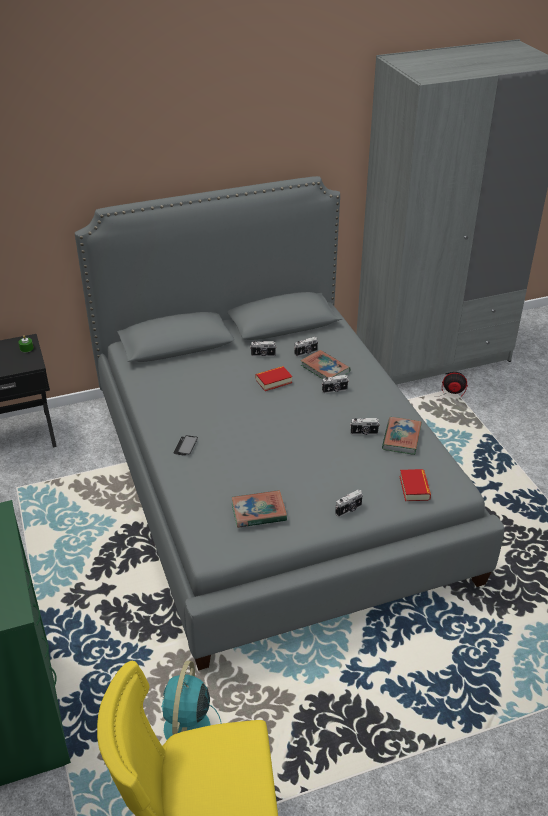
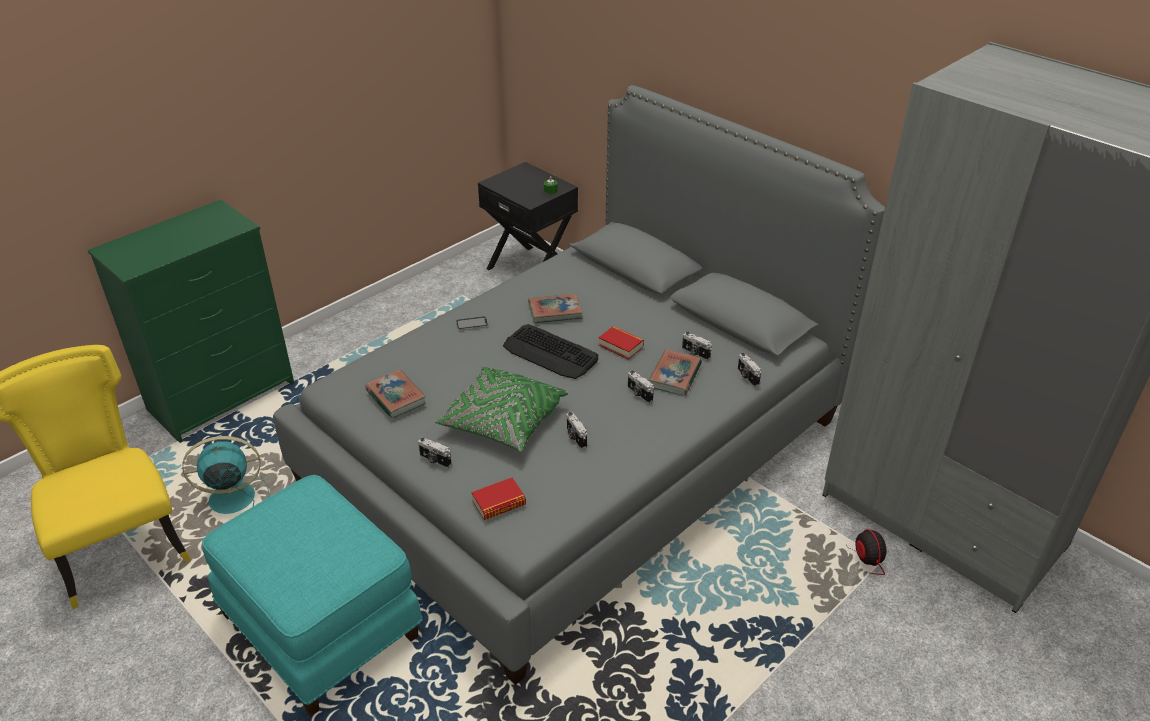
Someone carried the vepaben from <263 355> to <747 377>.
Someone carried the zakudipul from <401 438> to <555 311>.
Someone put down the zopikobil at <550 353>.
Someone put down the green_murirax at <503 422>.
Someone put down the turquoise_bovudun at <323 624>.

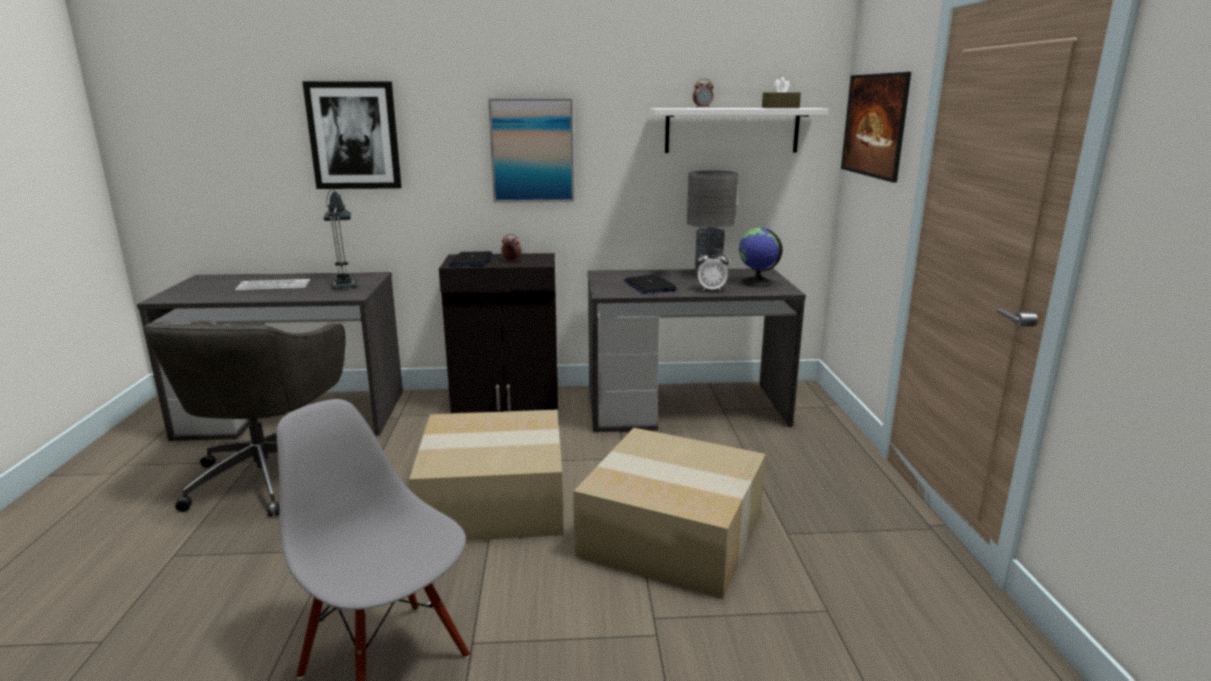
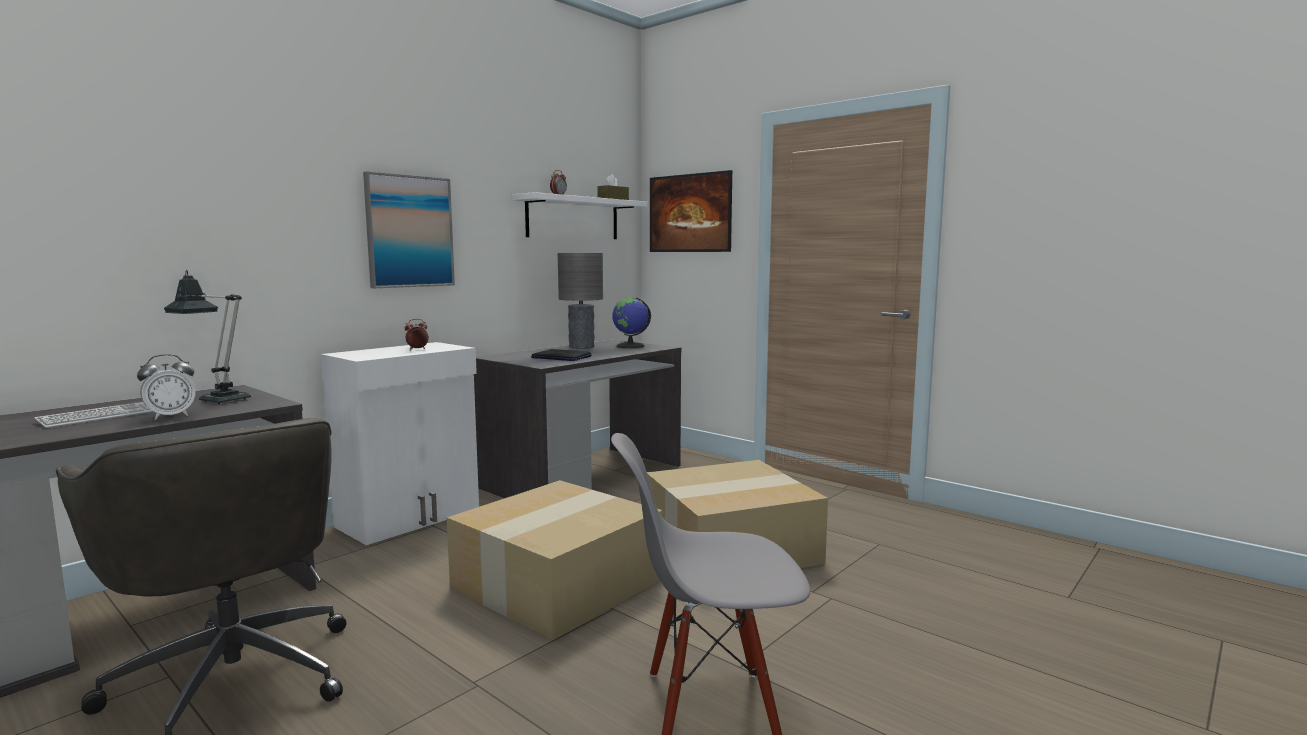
Someone took away the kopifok at <354 136>.
Someone carried the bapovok from <711 290> to <170 416>.
Someone took away the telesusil at <471 261>.
Someone repainted the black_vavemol at <507 400>, which became the white_vavemol at <411 518>.

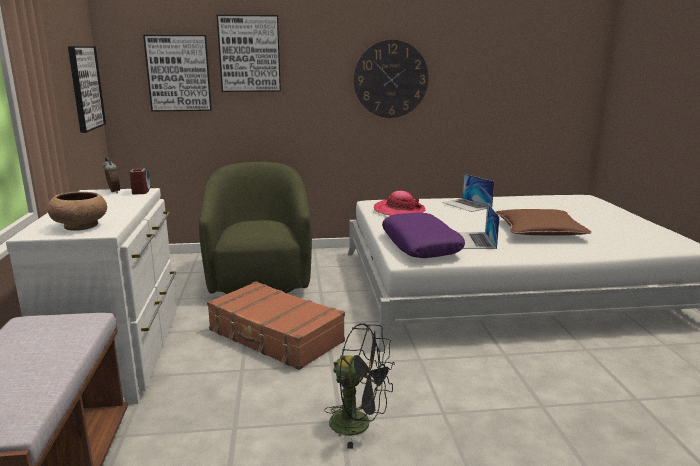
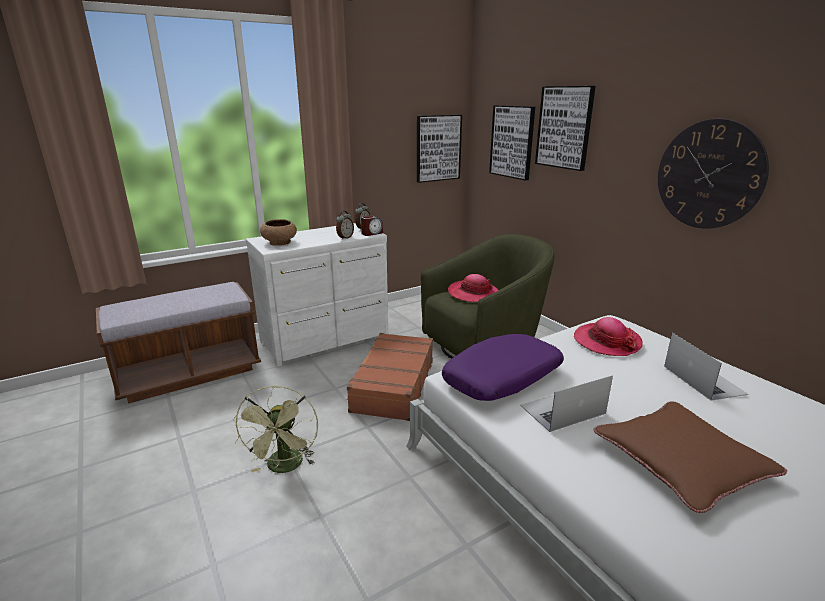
Someone rotated the telesusil at <467 205> by 135 degrees clockwise.
Someone repainted the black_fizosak at <359 425>, which became the green_fizosak at <285 467>.
Someone put down the bapovok at <345 238>.
Someone put down the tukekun at <473 293>.

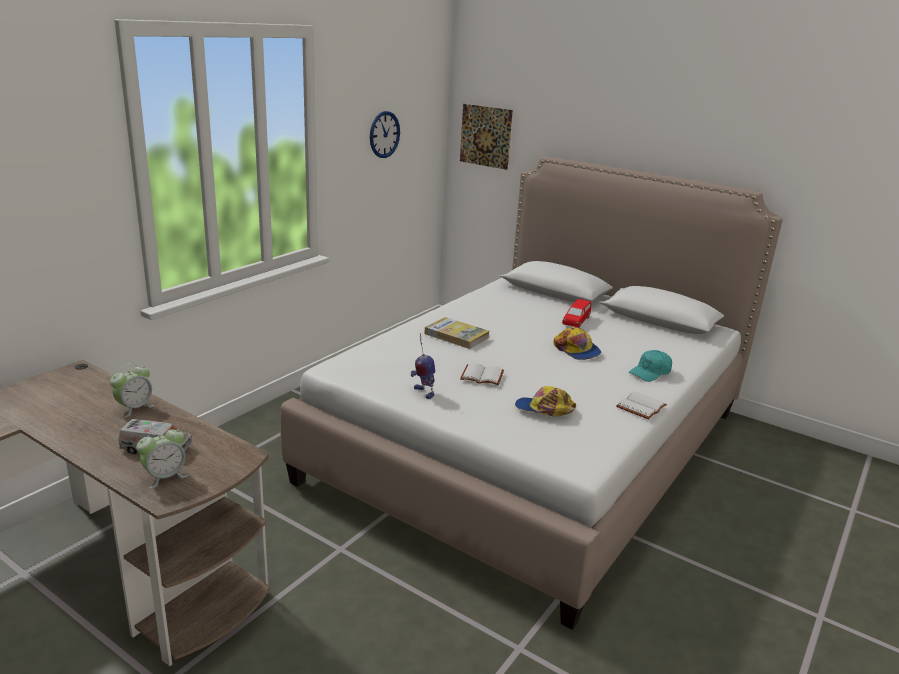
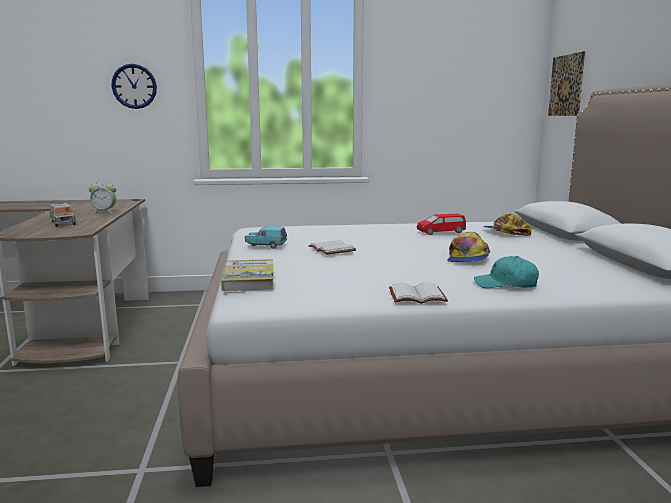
Someone carried the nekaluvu from <384 134> to <134 86>.
Someone carried the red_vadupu from <576 321> to <441 232>.
Someone carried the zakudipul from <456 335> to <249 279>.
Someone swapped the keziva at <423 392> for the turquoise_vadupu at <266 246>.
Someone carried the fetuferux from <543 410> to <505 233>.
Someone took away the bapovok at <165 477>.

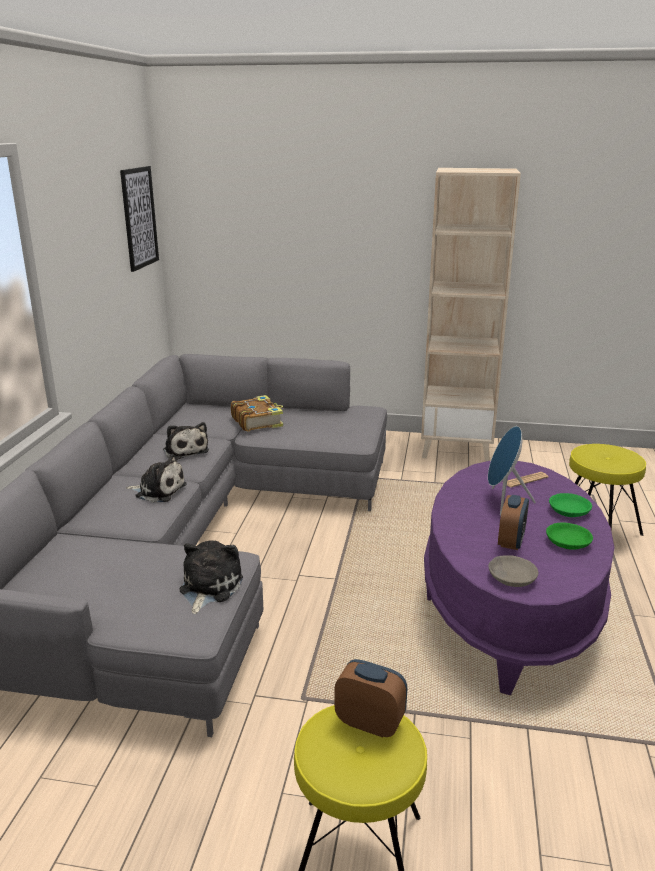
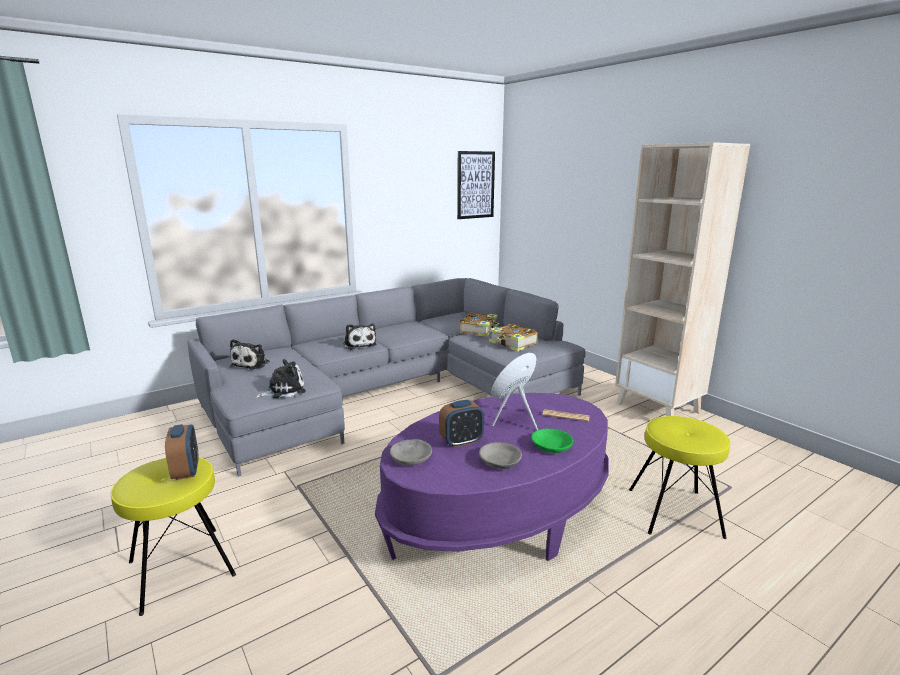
Someone carried the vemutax from <185 450> to <252 364>.
Someone repainted the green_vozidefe at <568 543>, which became the grey_vozidefe at <500 462>.
Someone put down the zakudipul at <513 344>.

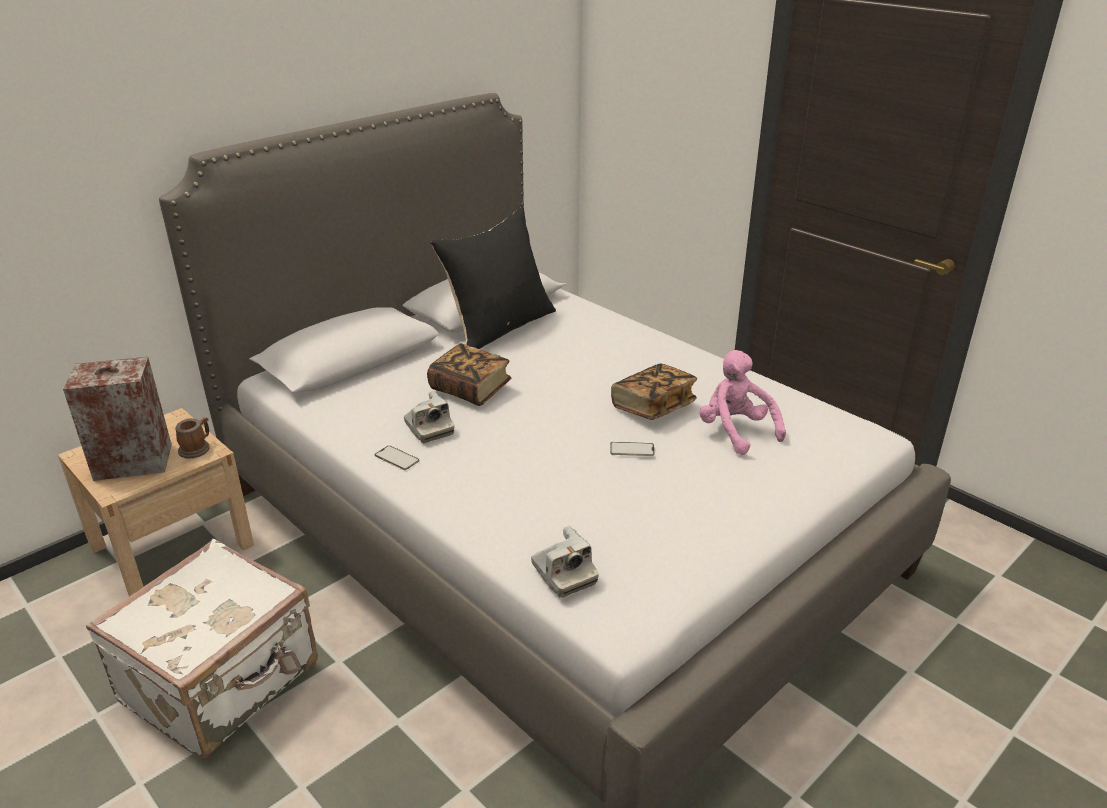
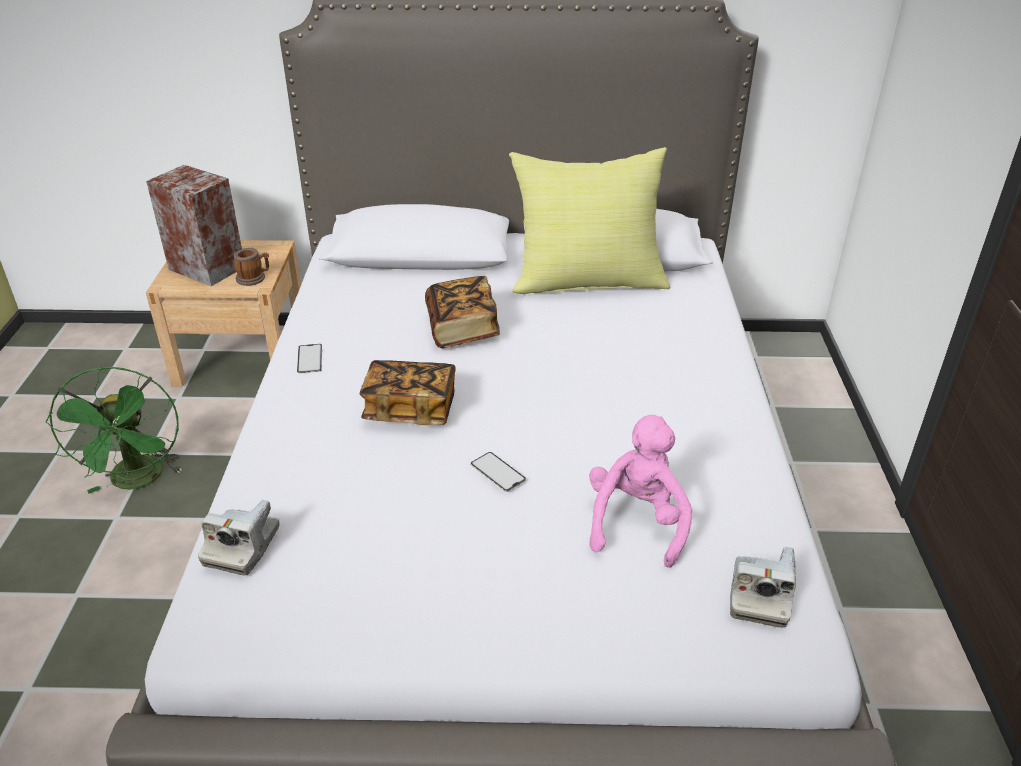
Someone repainted the black_murirax at <499 327>, which became the yellow_murirax at <588 281>.
Someone carried the zakudipul from <653 406> to <410 409>.
Someone carried the vepaben from <429 428> to <759 596>.
Someone swapped the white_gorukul at <223 683> for the green_fizosak at <138 481>.

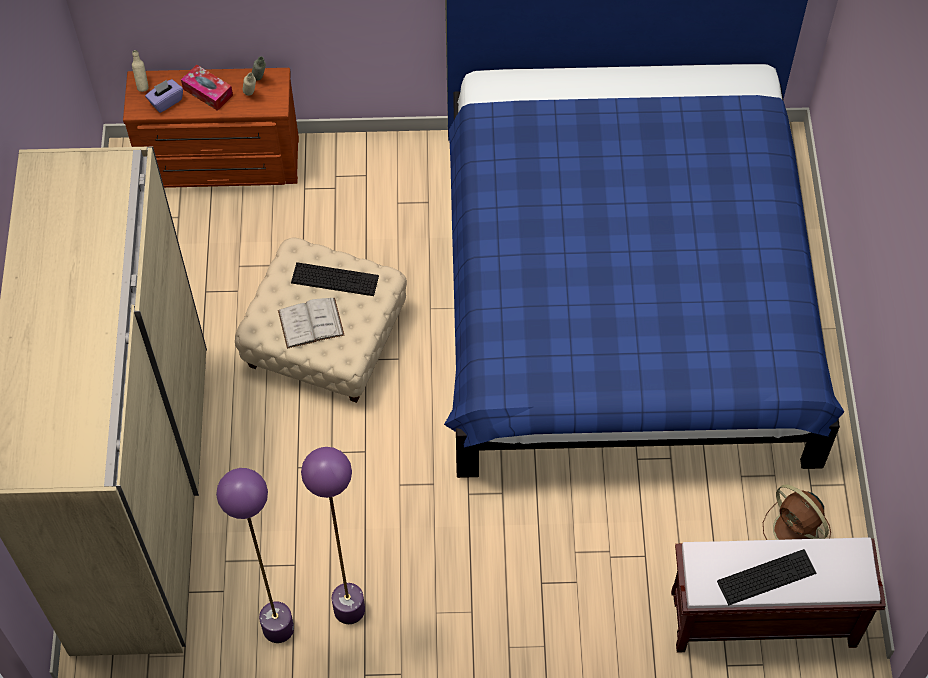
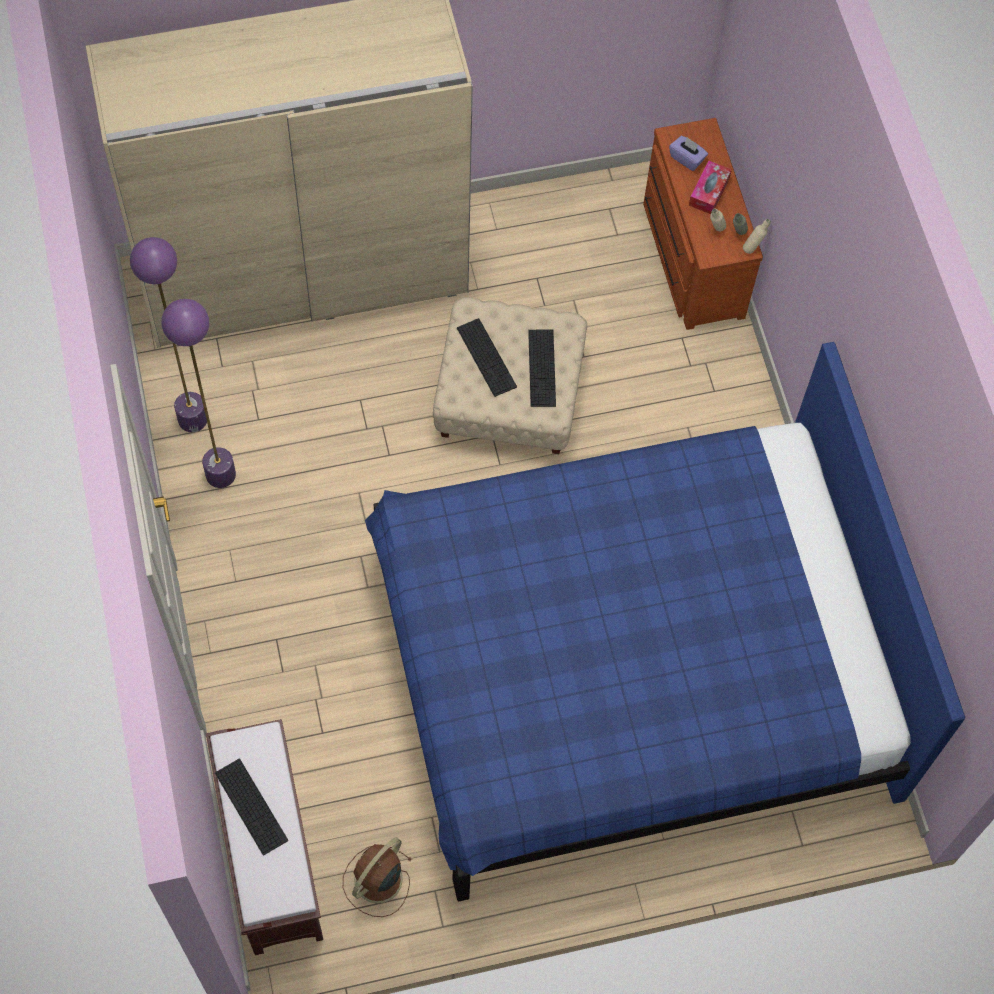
Someone carried the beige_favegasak from <142 85> to <753 248>.
Someone swapped the white_zakudipul at <311 323> for the zopikobil at <486 357>.

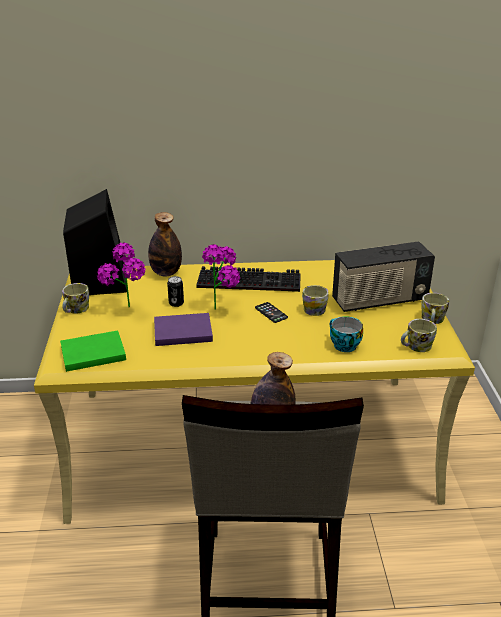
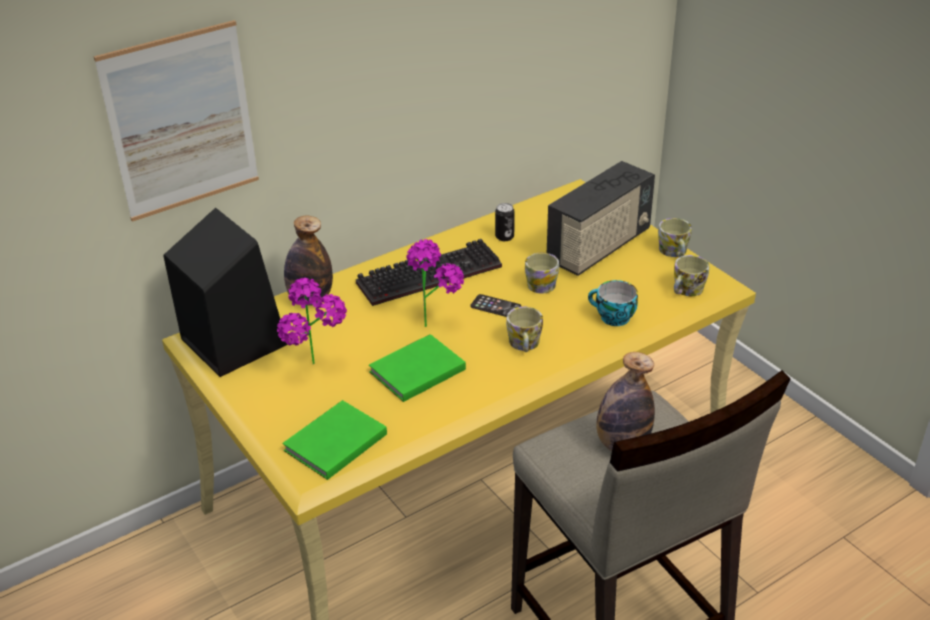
Someone carried the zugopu from <176 303> to <504 237>.
Someone carried the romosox from <75 310> to <524 345>.
Someone repainted the purple_zakudipul at <181 331>, which became the green_zakudipul at <414 371>.
Someone put up the kopifok at <181 122>.

